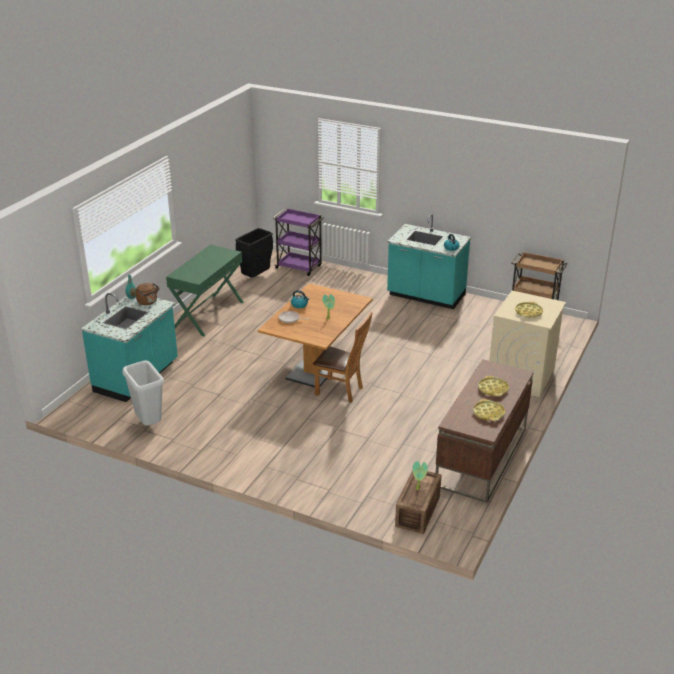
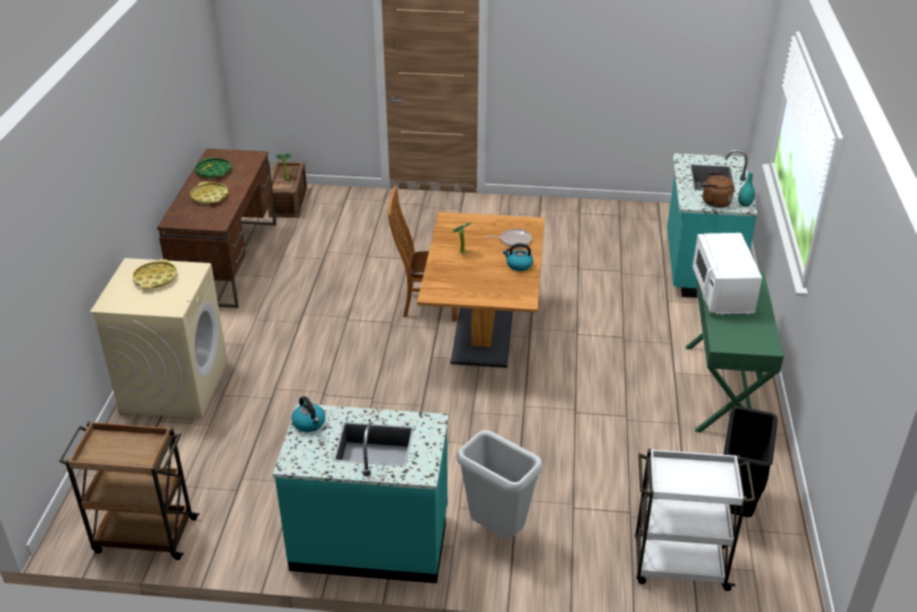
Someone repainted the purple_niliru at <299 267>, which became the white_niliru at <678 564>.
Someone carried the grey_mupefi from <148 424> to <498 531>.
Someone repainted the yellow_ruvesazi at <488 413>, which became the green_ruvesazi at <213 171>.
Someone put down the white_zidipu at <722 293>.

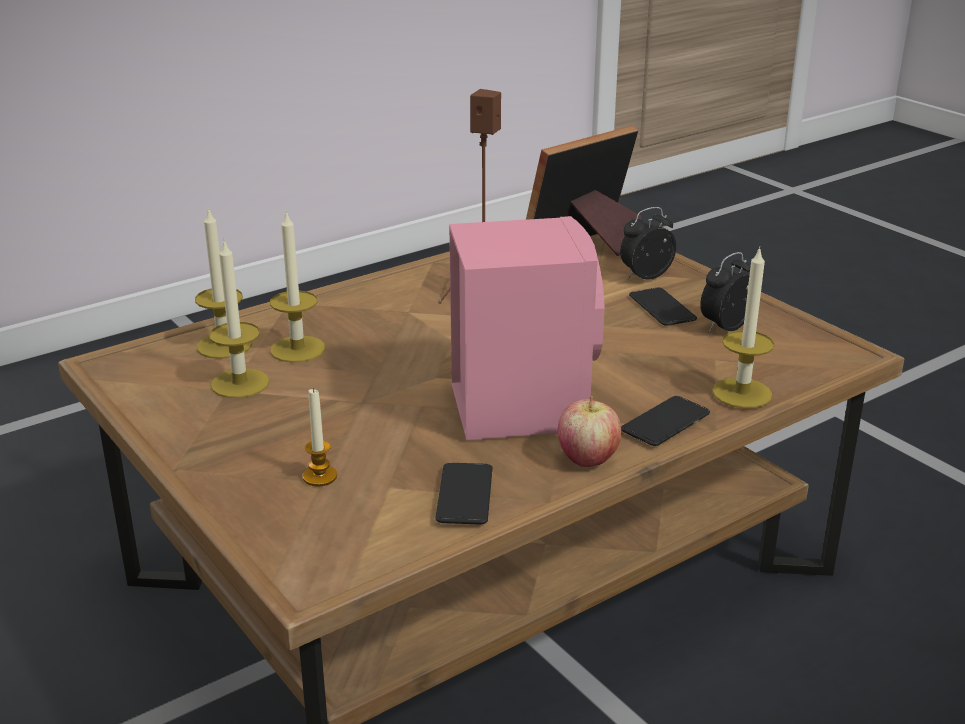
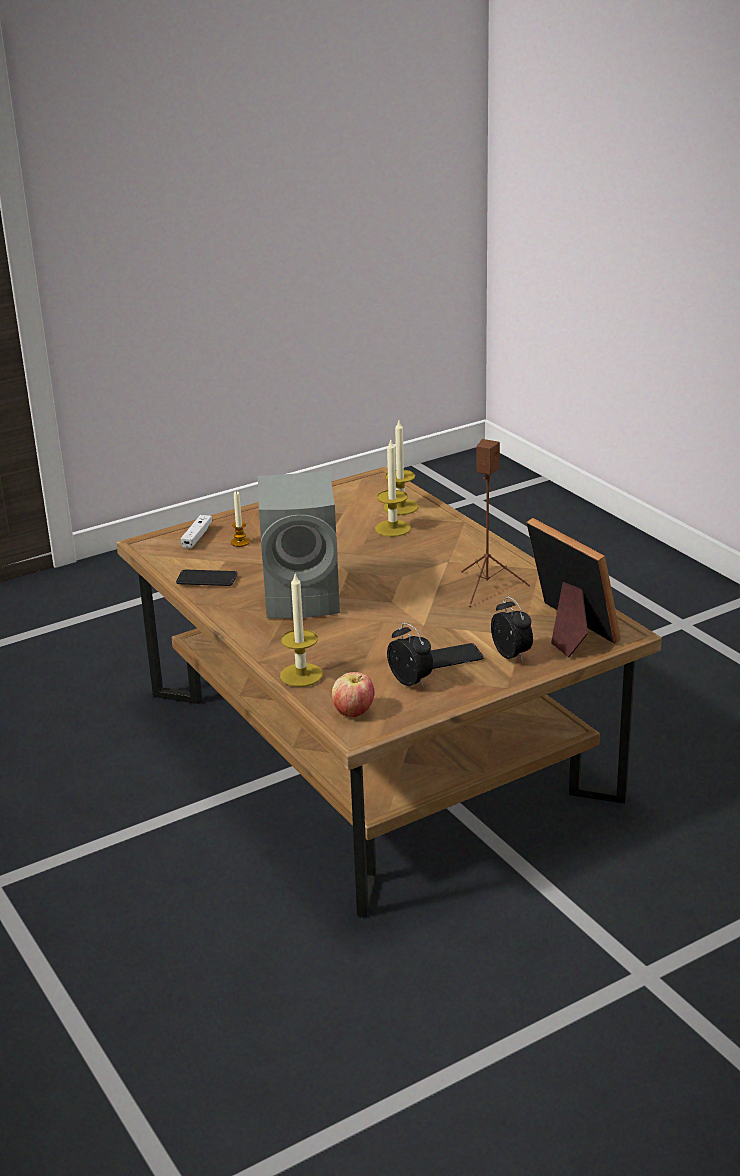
Someone repainted the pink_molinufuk at <519 405>, which became the grey_molinufuk at <305 597>.
Someone took away the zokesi at <240 383>.
Someone carried the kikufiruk from <587 458> to <353 712>.
Someone took away the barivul at <665 422>.
Someone put down the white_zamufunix at <197 537>.

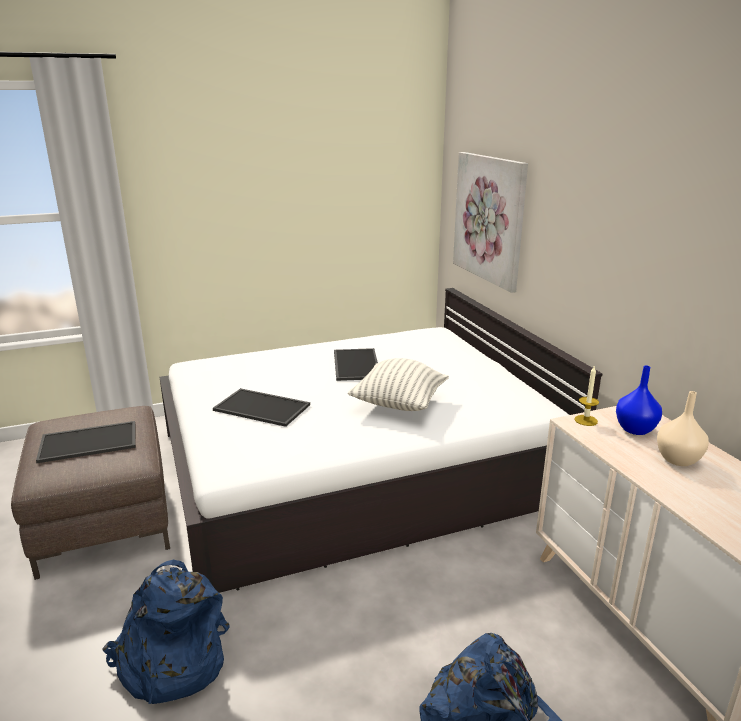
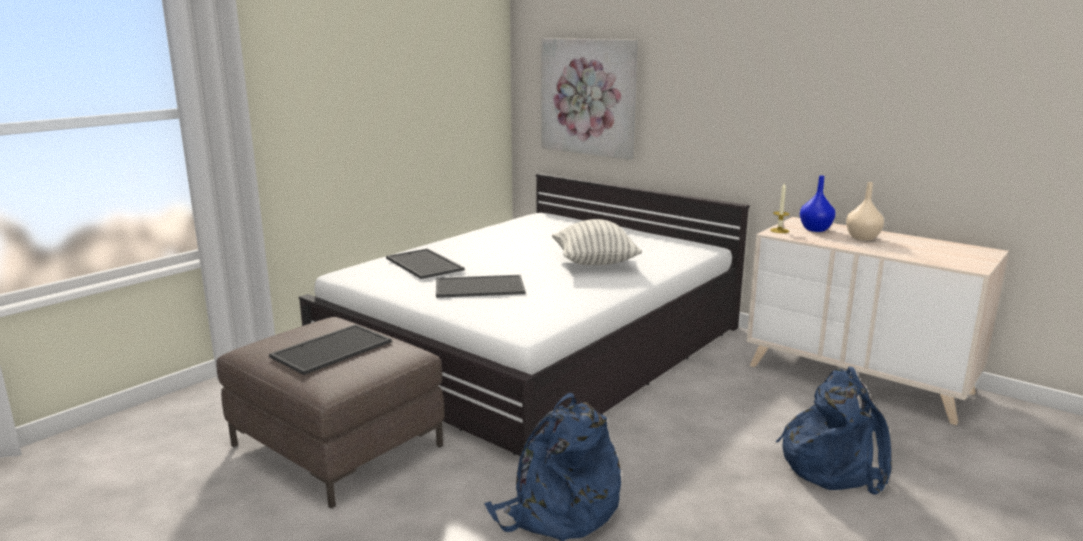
Someone carried the ruvesazi from <355 364> to <422 264>.

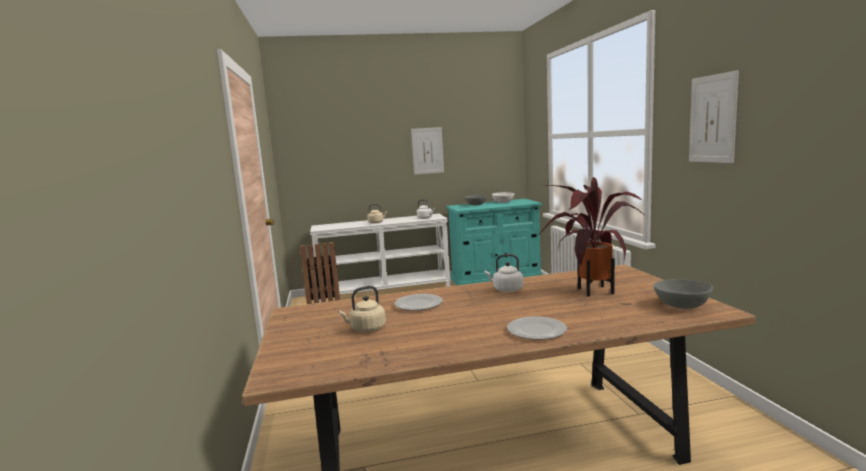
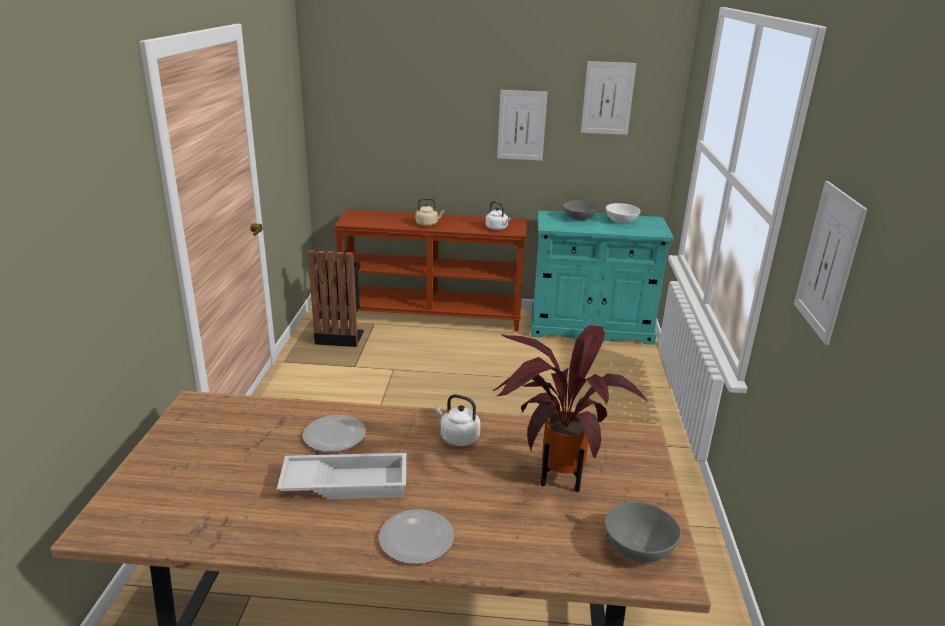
Someone repainted the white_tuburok at <385 292>, which became the brown_tuburok at <432 315>.
Someone took away the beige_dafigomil at <366 329>.
Someone put up the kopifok at <607 98>.
Someone put down the white_ruvesazi at <346 482>.

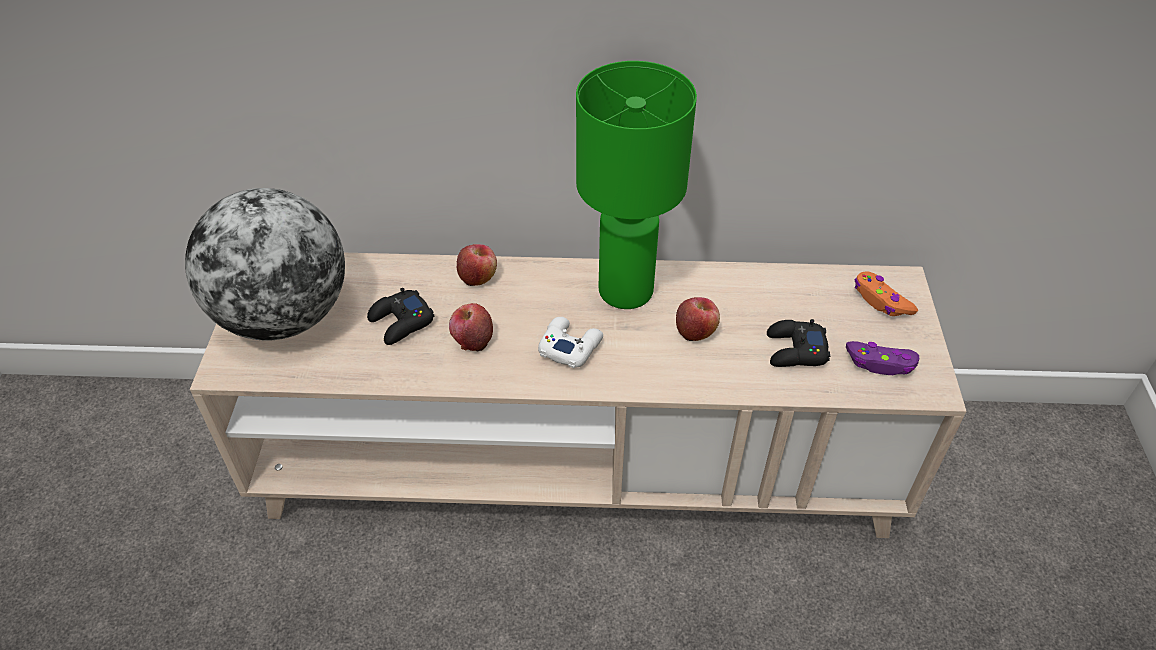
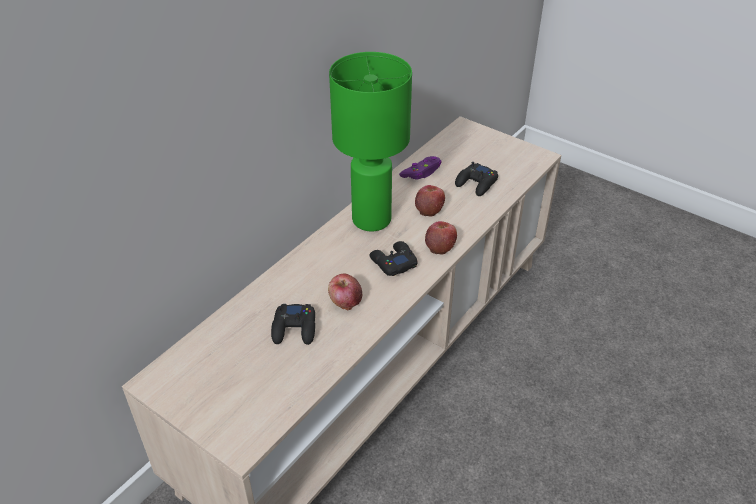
Someone took away the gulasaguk at <284 316>.
Someone carried the kikufiruk from <478 277> to <440 247>.
Someone took away the orange_zamufunix at <881 301>.
Someone repainted the white_zamufunix at <570 346>, which became the black_zamufunix at <393 262>.
Someone carried the purple_zamufunix from <880 363> to <421 172>.

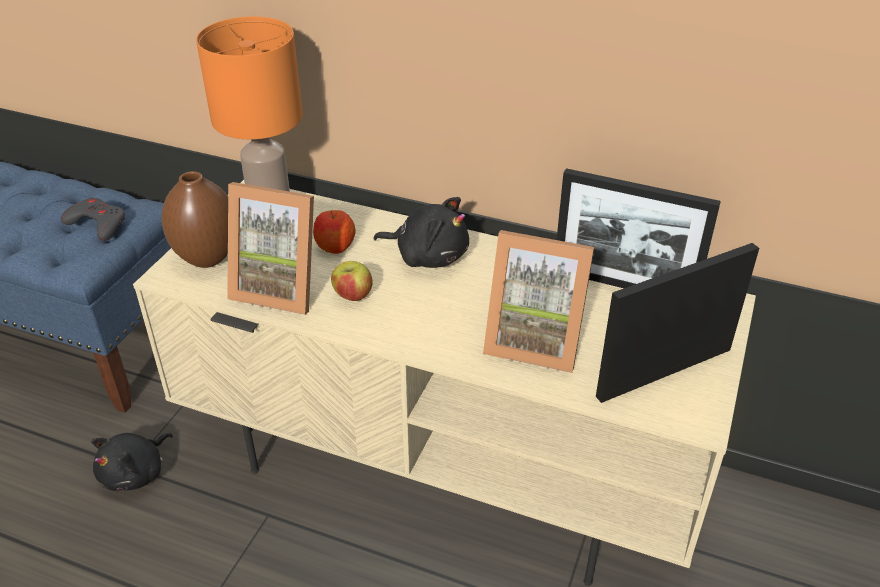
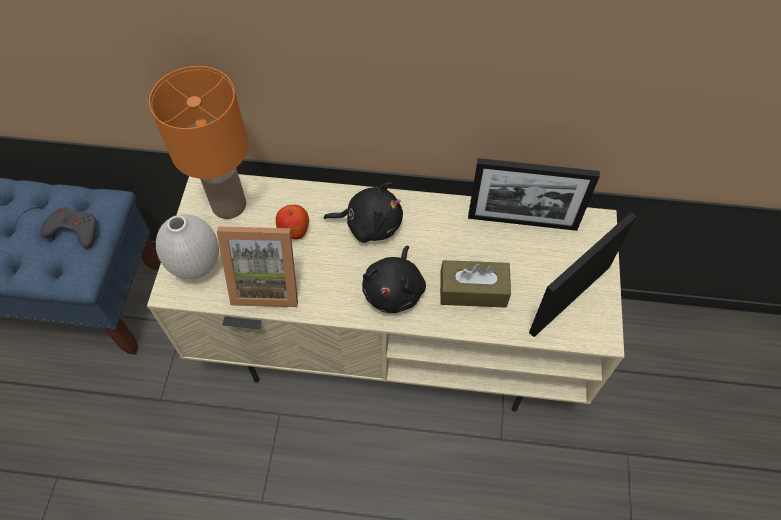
Someone repainted the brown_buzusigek at <207 259>, which became the white_buzusigek at <197 266>.
Someone swapped the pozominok at <534 340> for the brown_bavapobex at <473 290>.
Someone took away the kikufiruk at <353 296>.
Someone carried the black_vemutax from <136 473> to <394 290>.

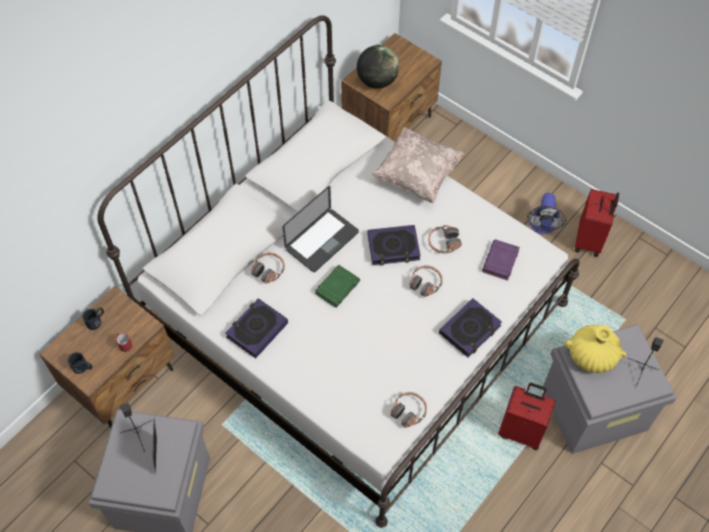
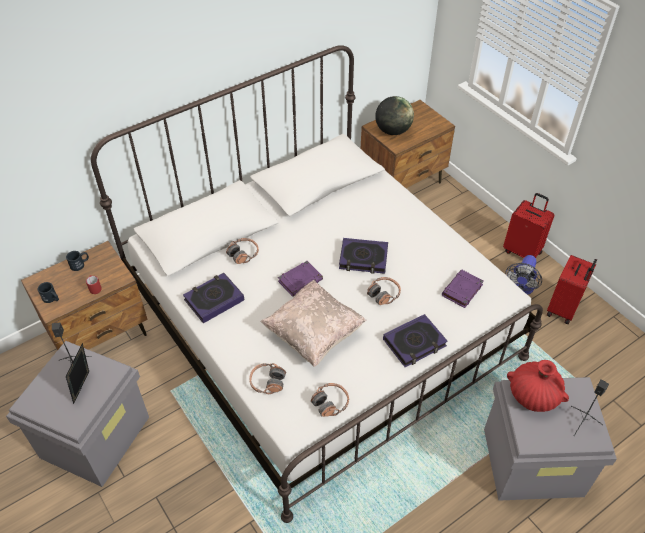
Someone carried the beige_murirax from <417 176> to <314 334>.
Someone took away the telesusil at <322 241>.
Someone carried the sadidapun from <443 243> to <267 382>.
Someone repainted the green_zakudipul at <337 287>, which became the purple_zakudipul at <300 280>.
Someone repainted the yellow_buzusigek at <591 356>, which became the red_buzusigek at <533 396>.
Someone carried the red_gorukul from <521 431> to <522 251>.

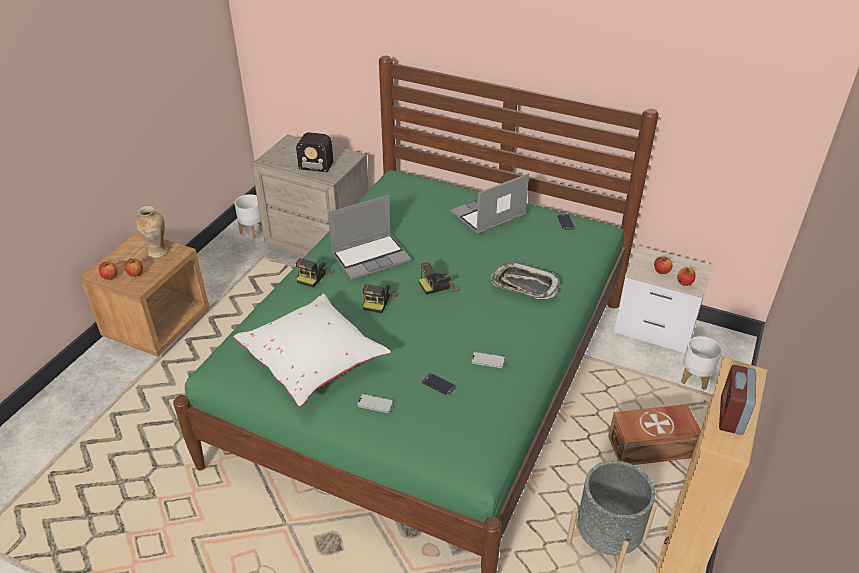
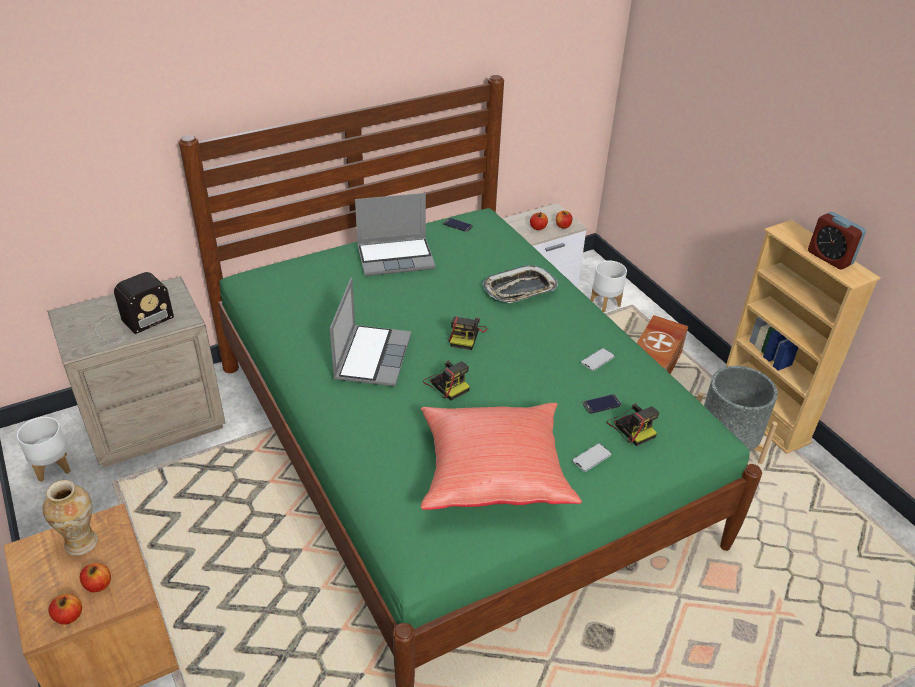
Someone rotated the telesusil at <488 215> by 105 degrees counterclockwise.
Someone carried the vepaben from <314 276> to <631 427>.
Someone repainted the white_murirax at <314 362>, which became the red_murirax at <493 473>.

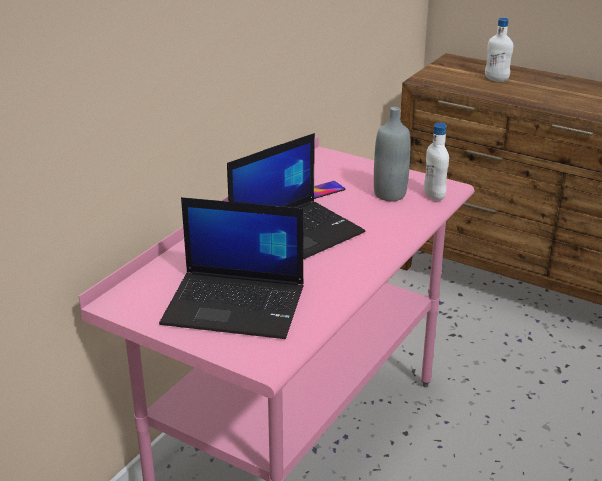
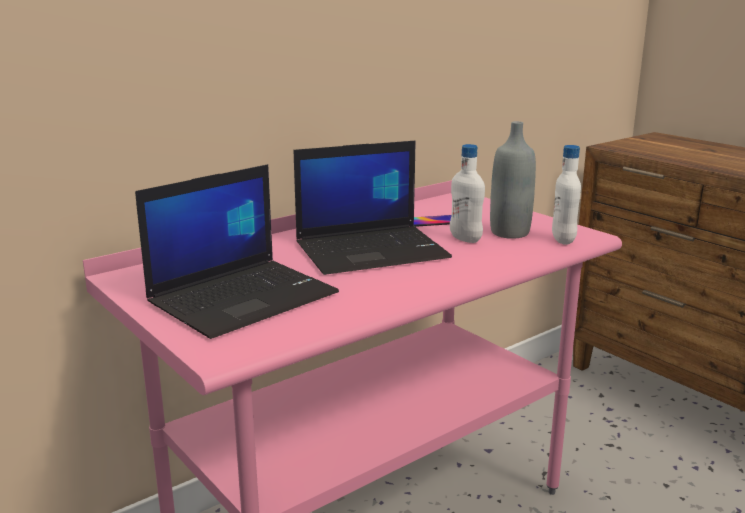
Someone carried the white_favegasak from <496 79> to <465 239>.
Someone rotated the telesusil at <236 305> by 75 degrees counterclockwise.

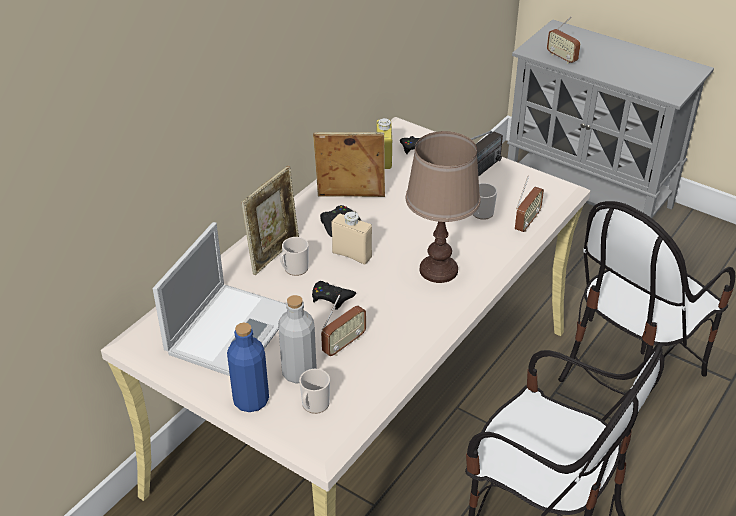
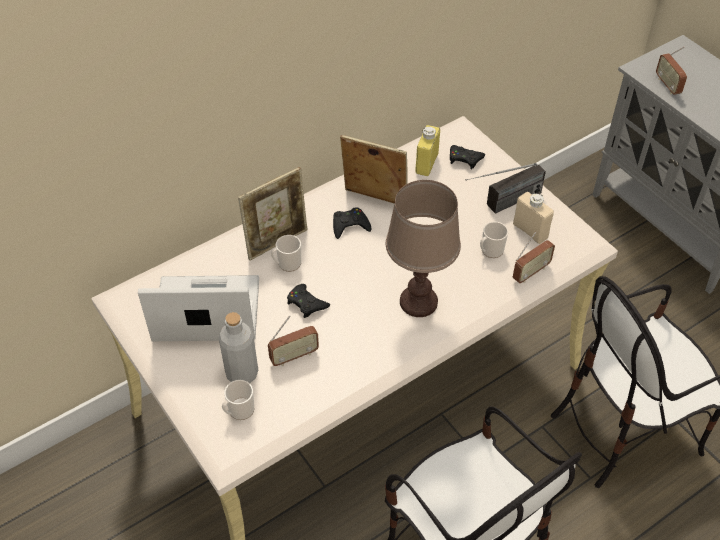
Someone carried the beige_favegasak from <352 255> to <530 231>.
Someone rotated the telesusil at <231 329> by 135 degrees counterclockwise.
Someone took away the blue_favegasak at <251 400>.

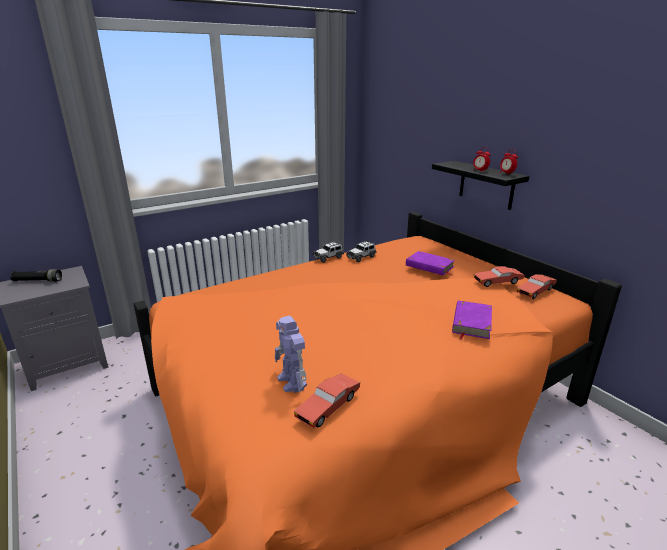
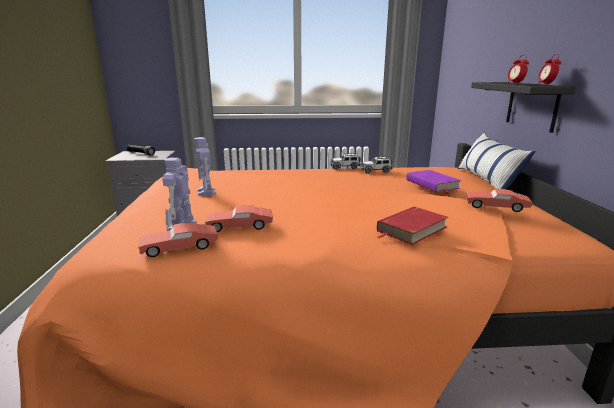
Someone carried the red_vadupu from <535 291> to <240 227>.
Someone repainted the purple_zakudipul at <471 323>, which became the red_zakudipul at <411 229>.
Someone put down the murirax at <487 180>.
Someone put down the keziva at <206 192>.

